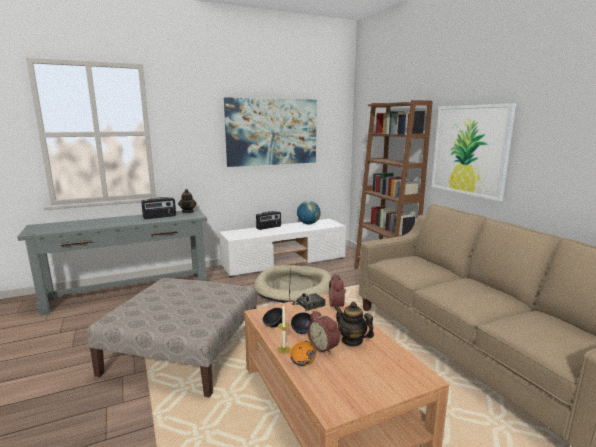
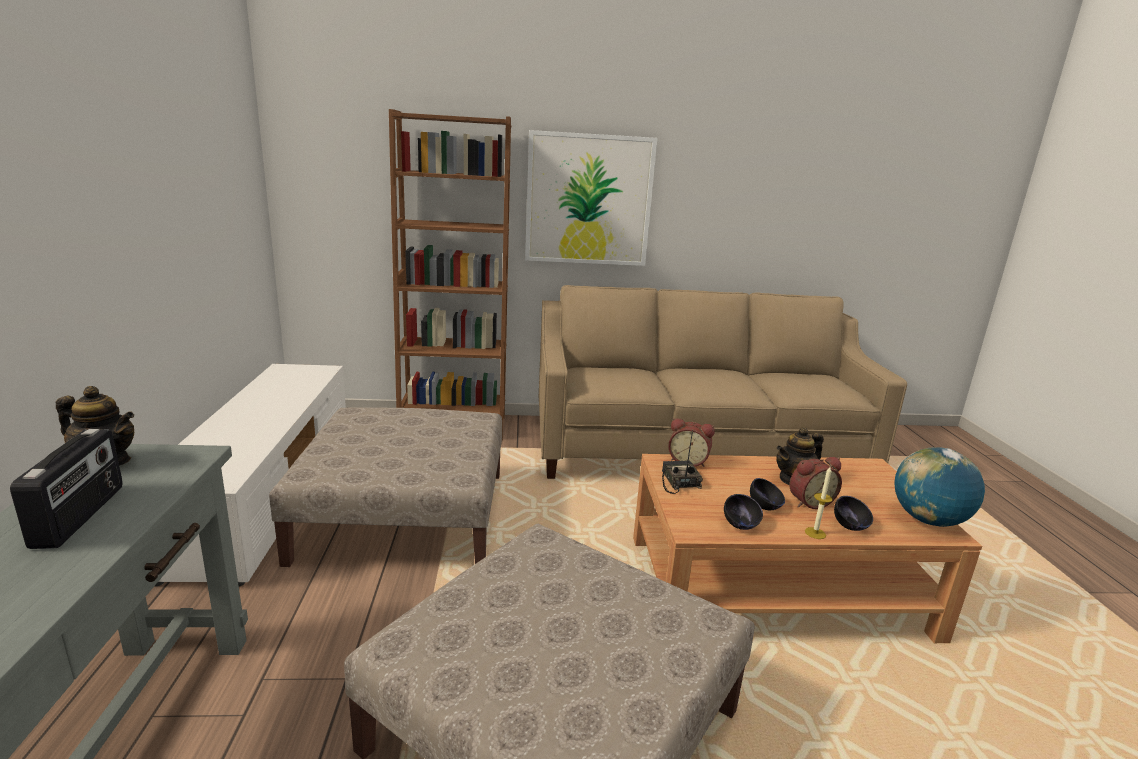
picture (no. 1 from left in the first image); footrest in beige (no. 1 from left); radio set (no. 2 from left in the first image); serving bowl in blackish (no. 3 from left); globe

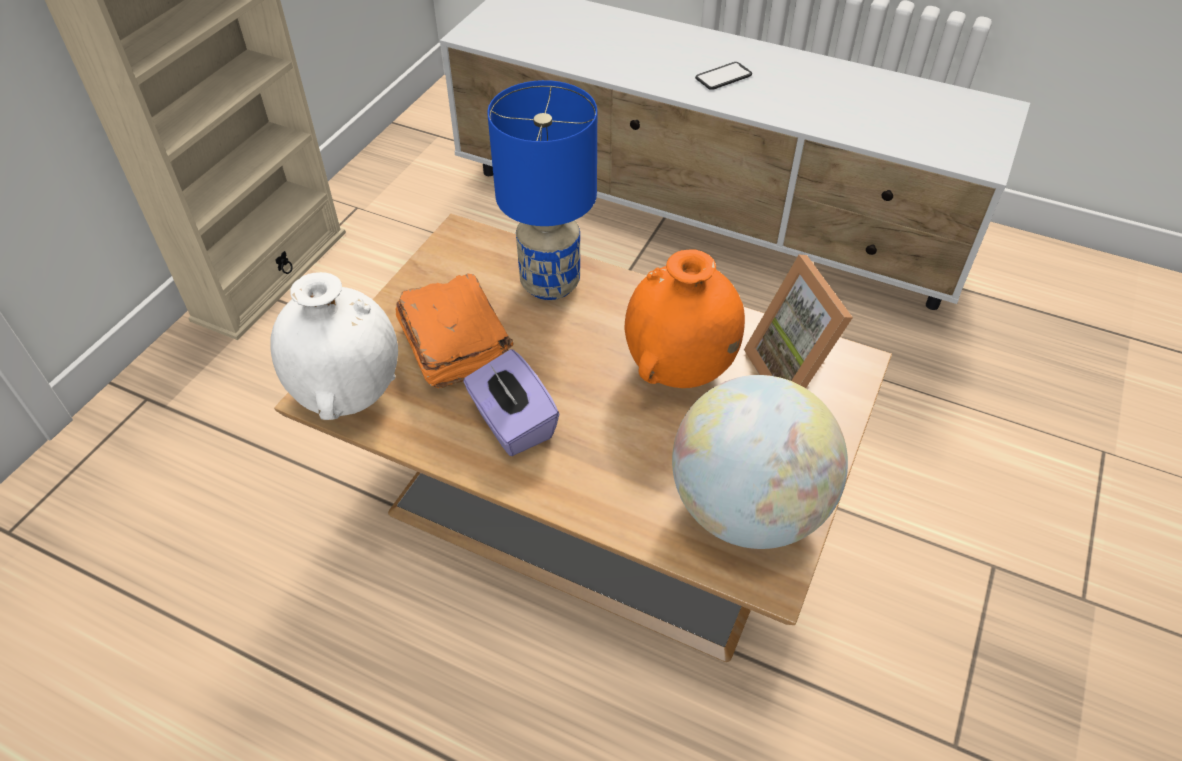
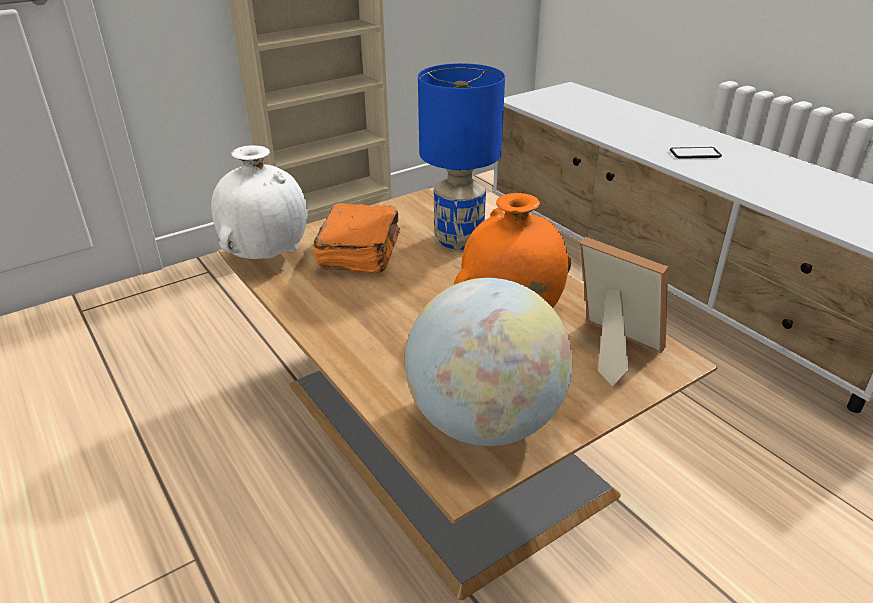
tissue box in purplish; standing frame

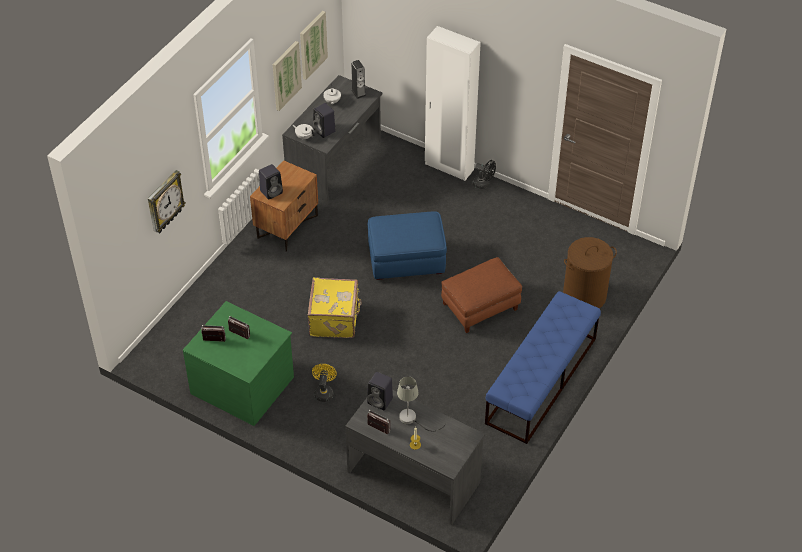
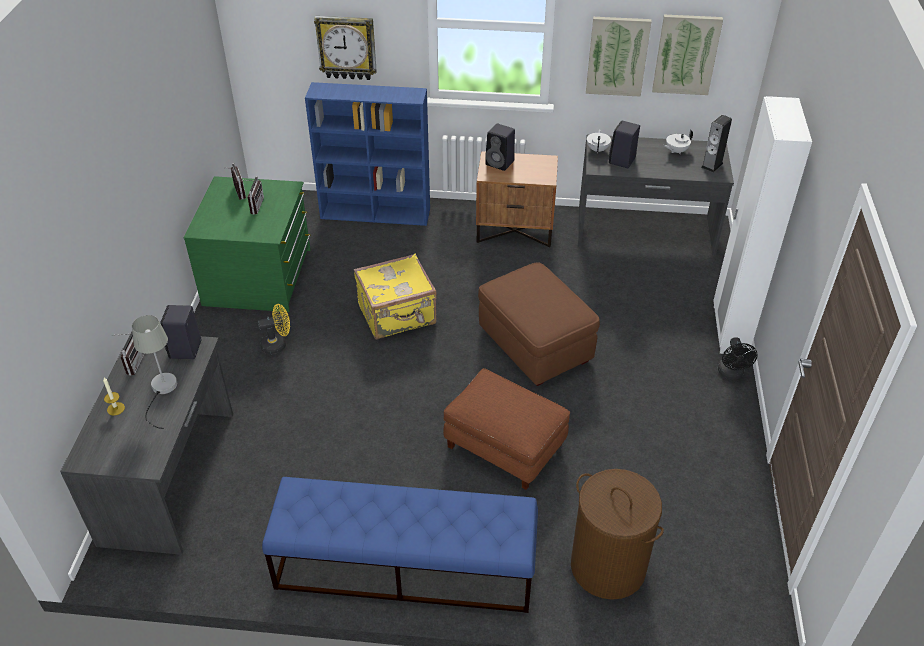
footrest in brownish (no. 2 from left); bookcase in blue-coloured

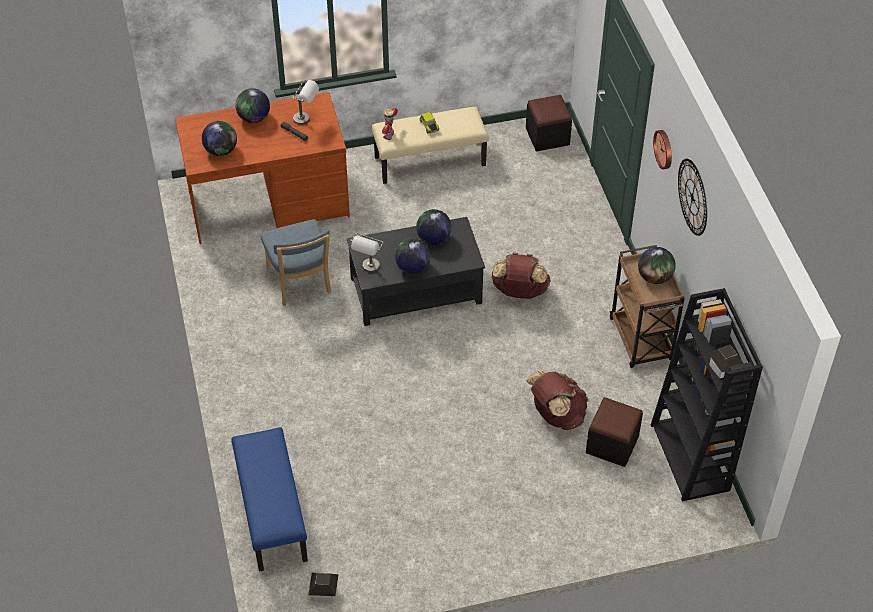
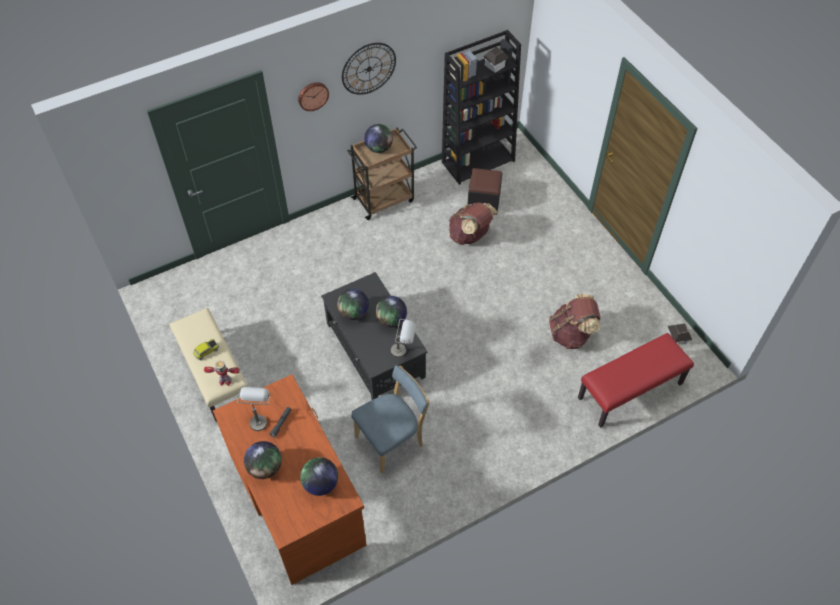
long seat in red; backpack in brownish (no. 2 from left); footrest in blackish (no. 1 from left in the first image)

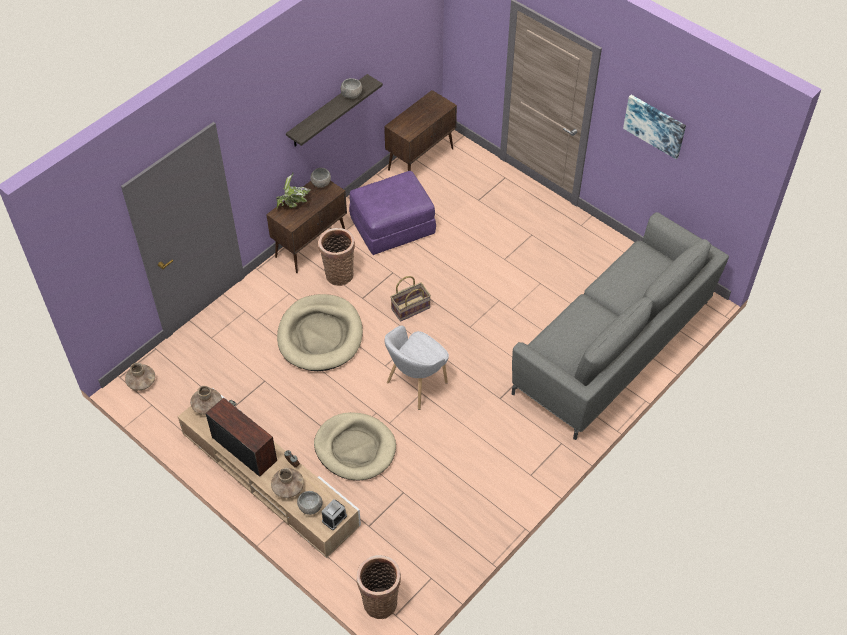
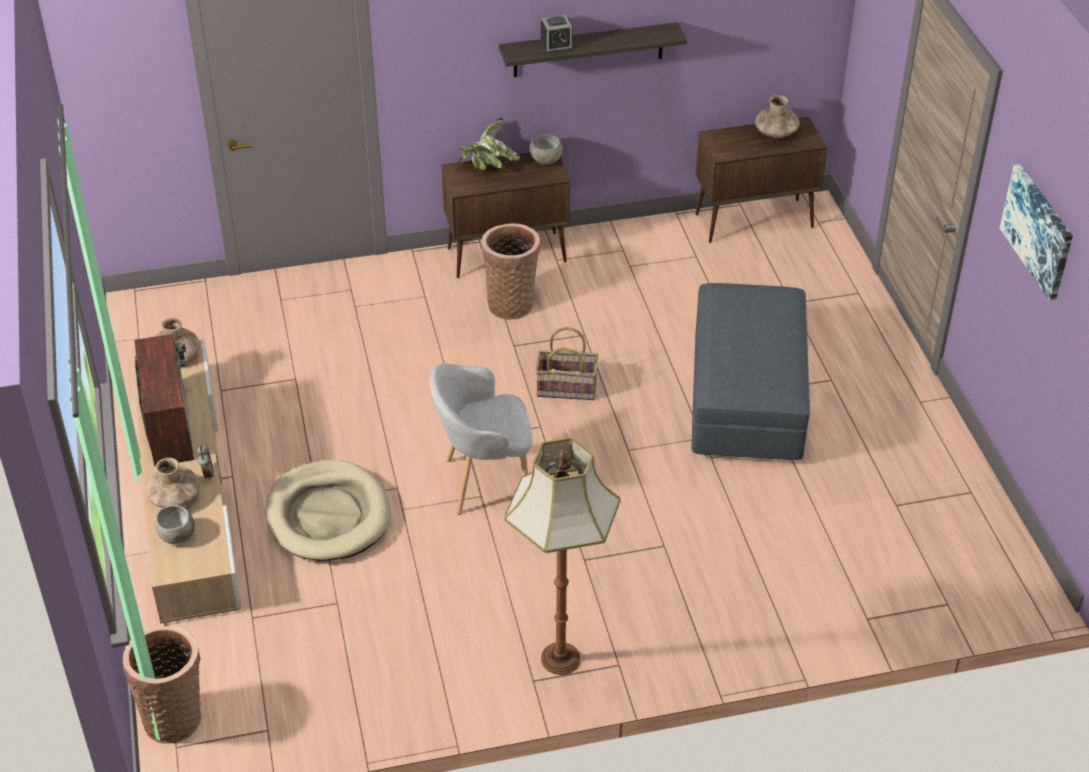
vase in brownish (no. 3 from left); pet bed in beige (no. 1 from left in the first image); bedside clock (no. 2 from left); serving bowl in greyish (no. 3 from left in the first image); footrest in purplish; settee in greyish; standard lamp; footrest in greyish

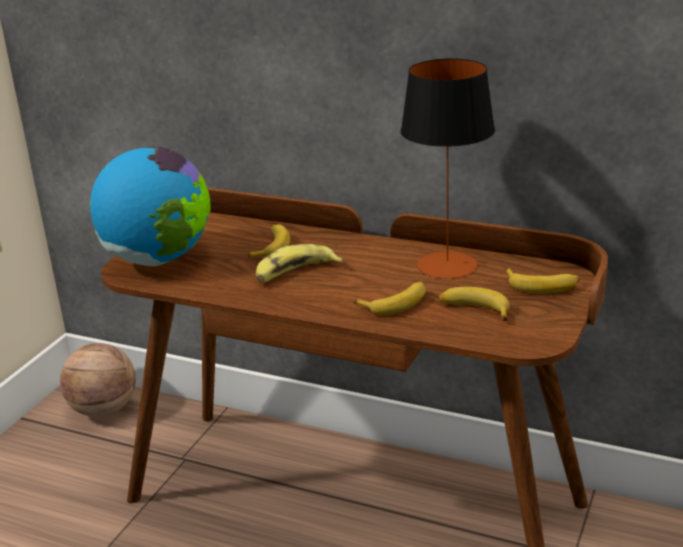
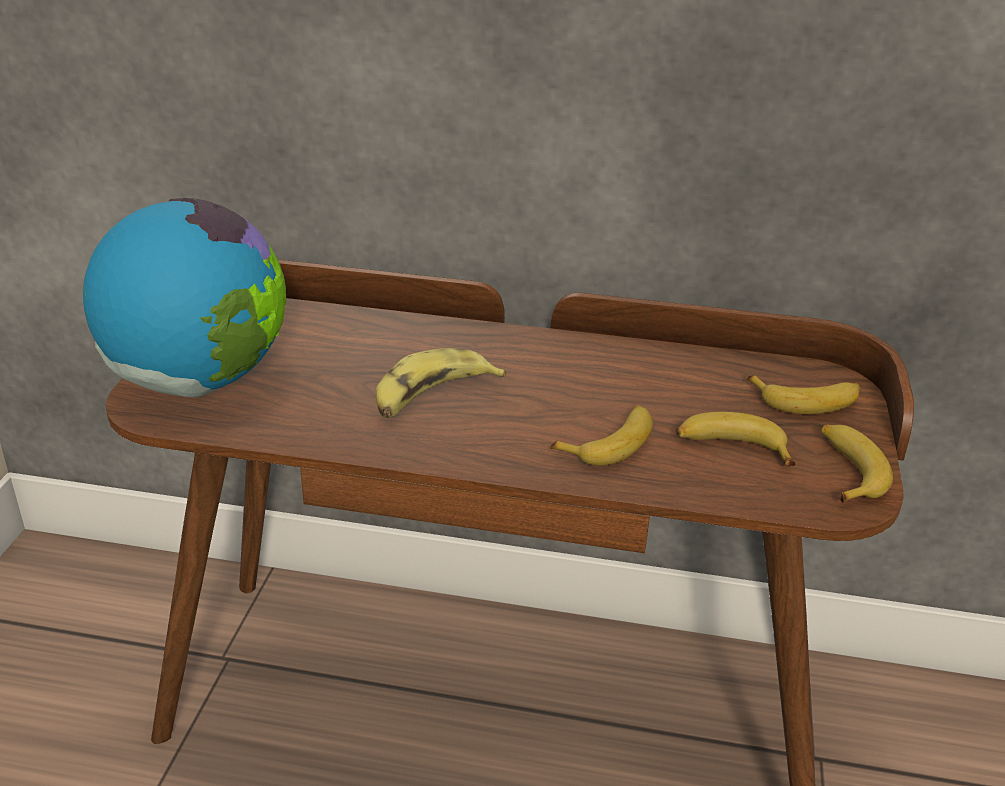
ball for basketball; banana fruit (no. 5 from left); table lamp

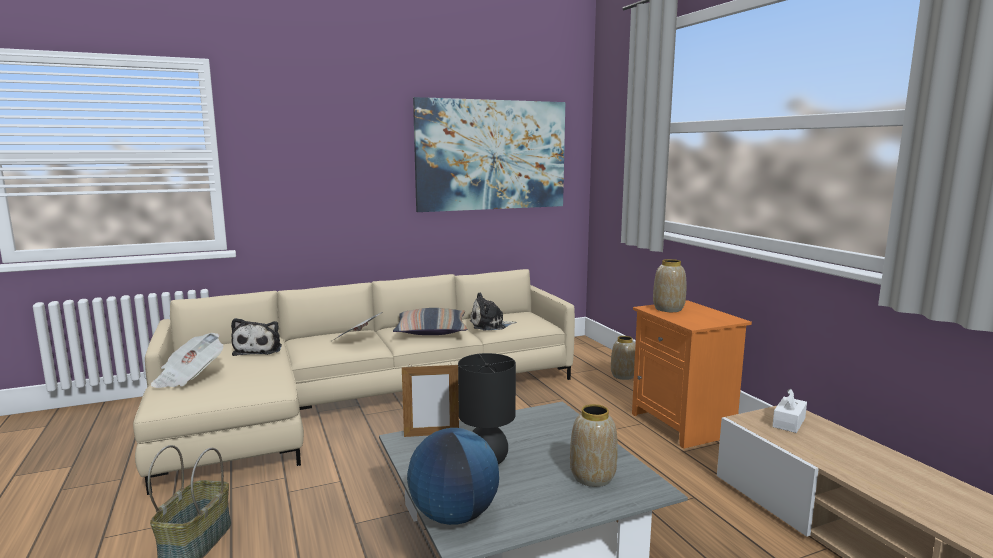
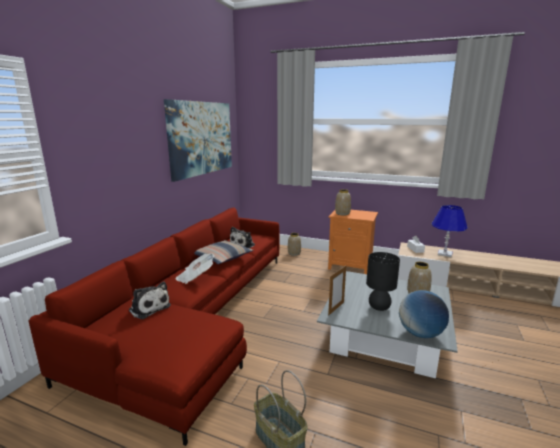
settee in red; daily paper (no. 1 from left in the first image); table lamp in blue-coloured

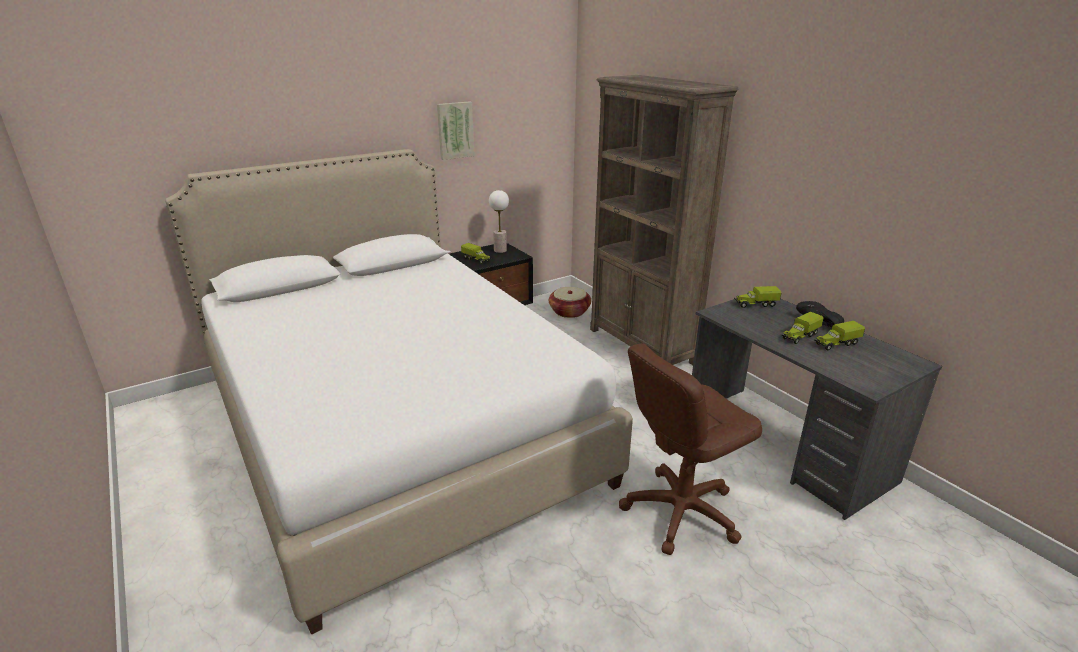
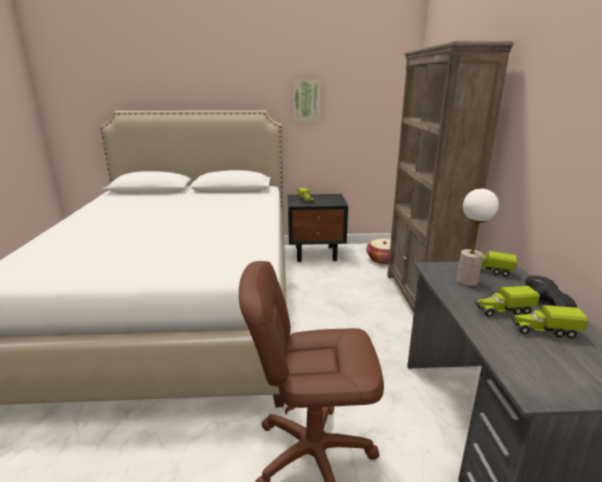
table lamp

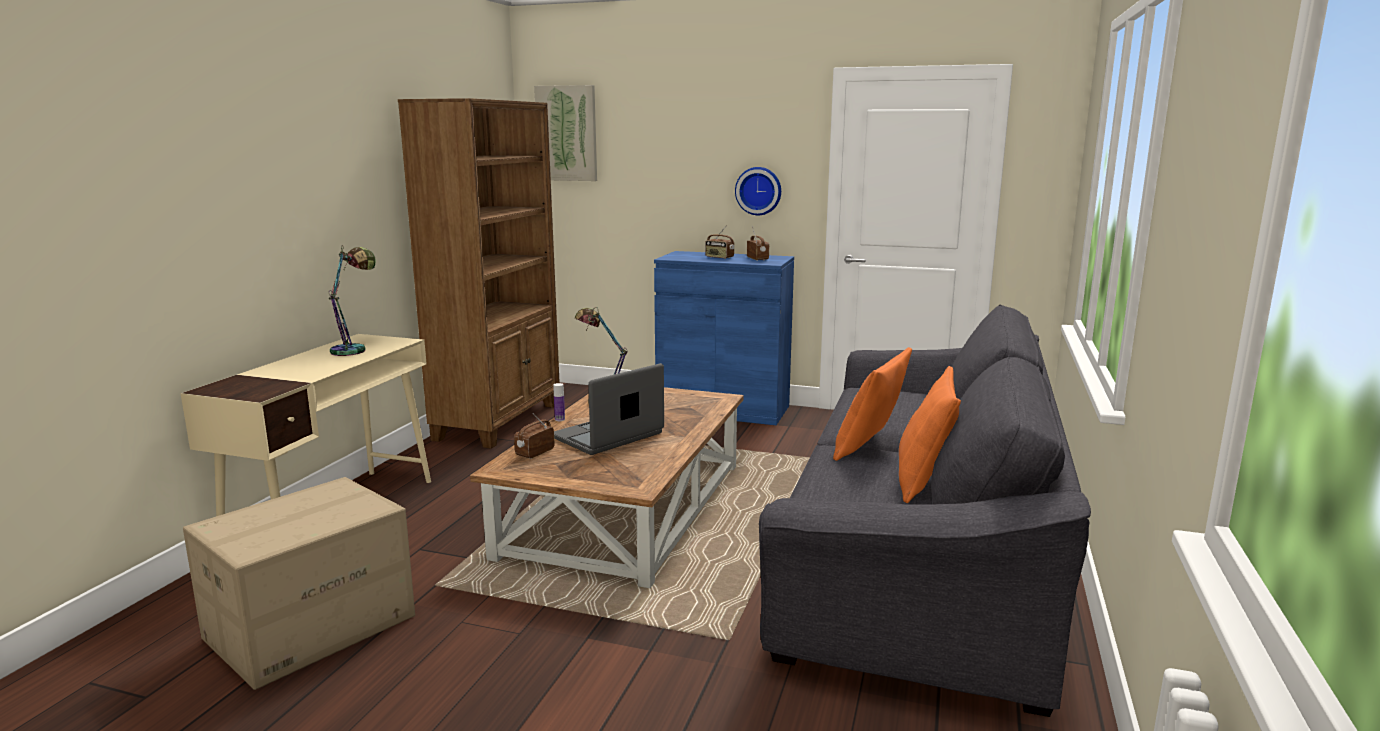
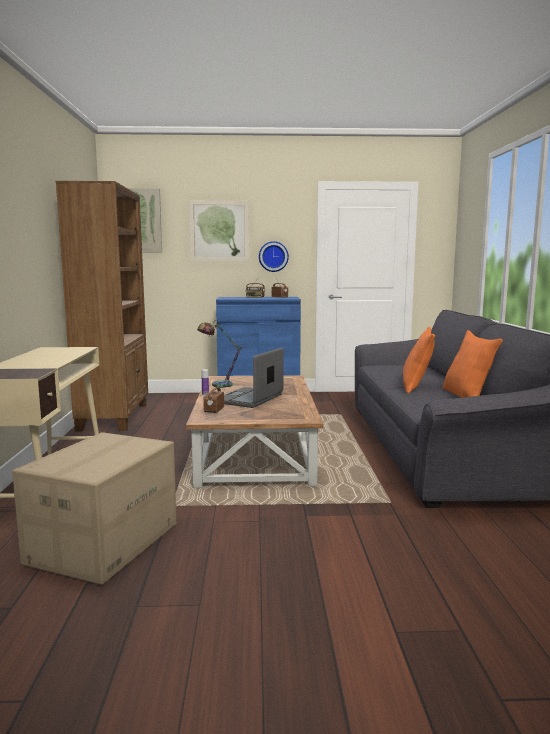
table lamp (no. 1 from left in the first image); picture (no. 2 from left)

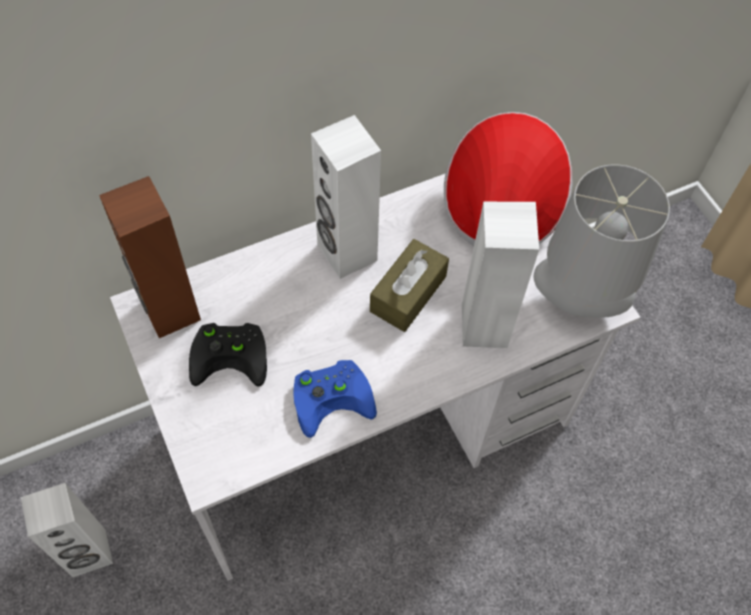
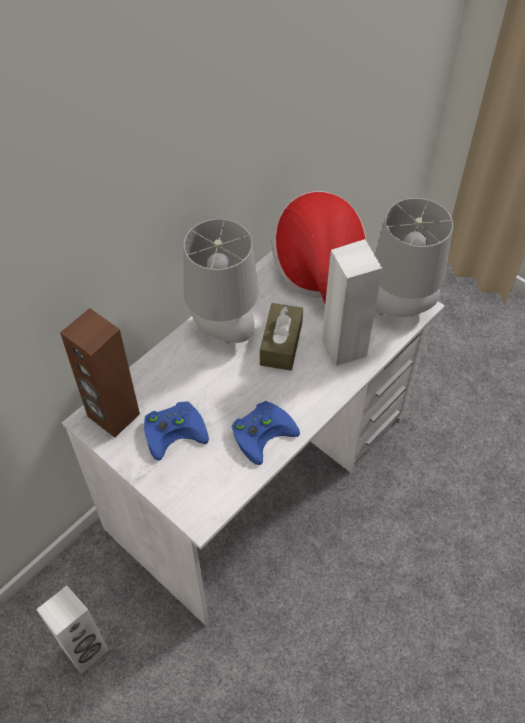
joypad in blue-coloured (no. 1 from left); table lamp in greyish (no. 1 from left)

